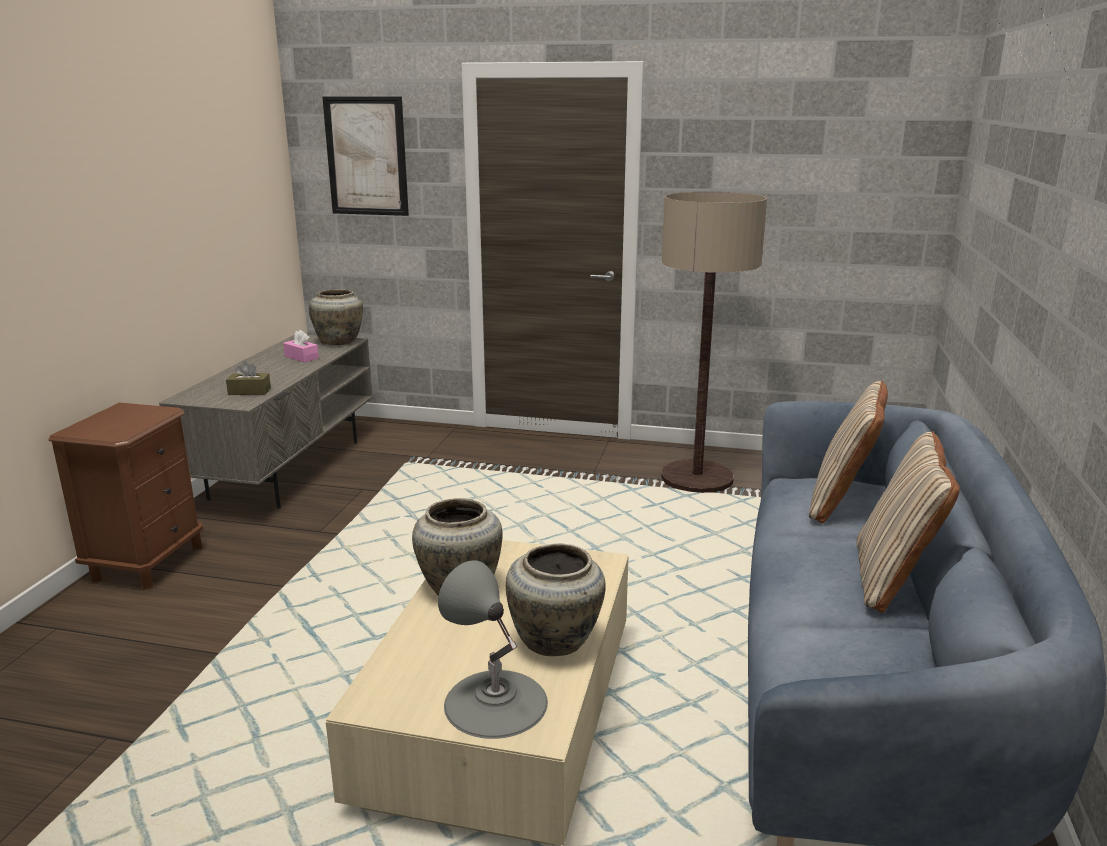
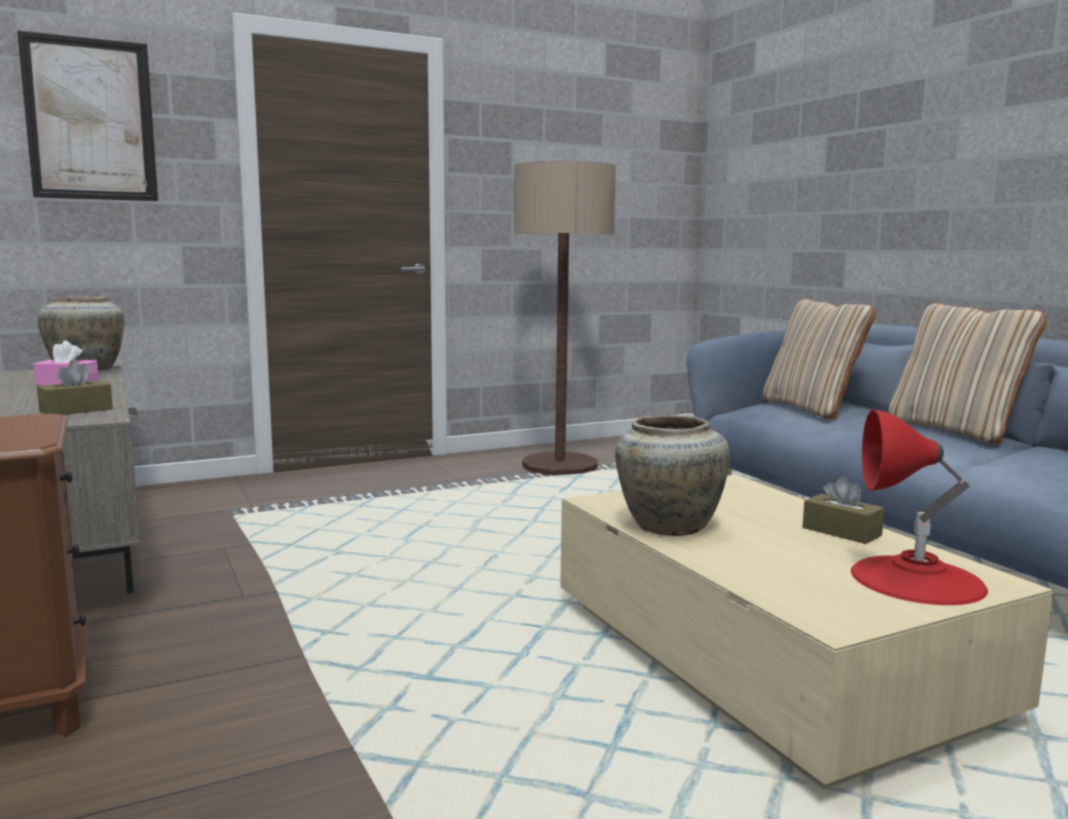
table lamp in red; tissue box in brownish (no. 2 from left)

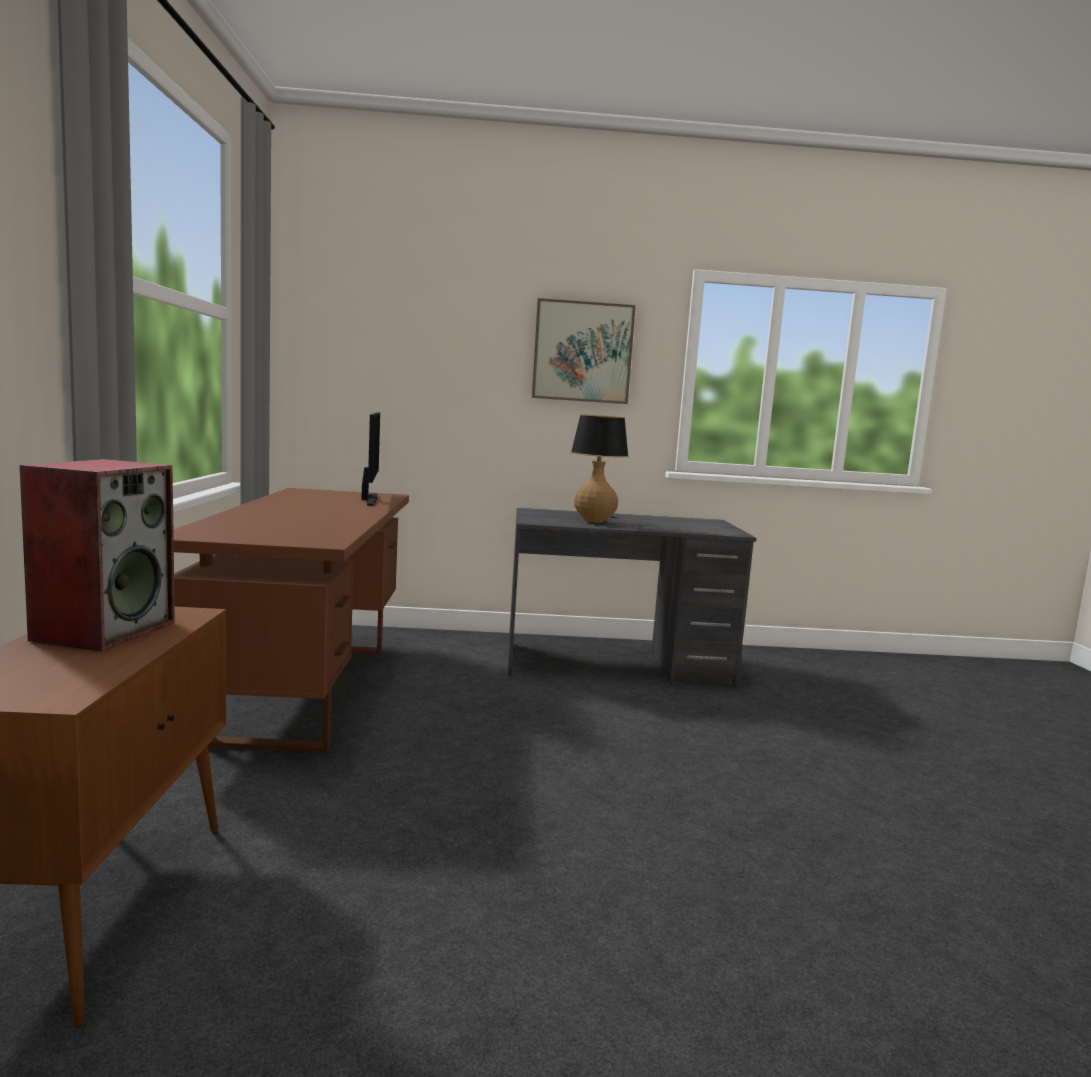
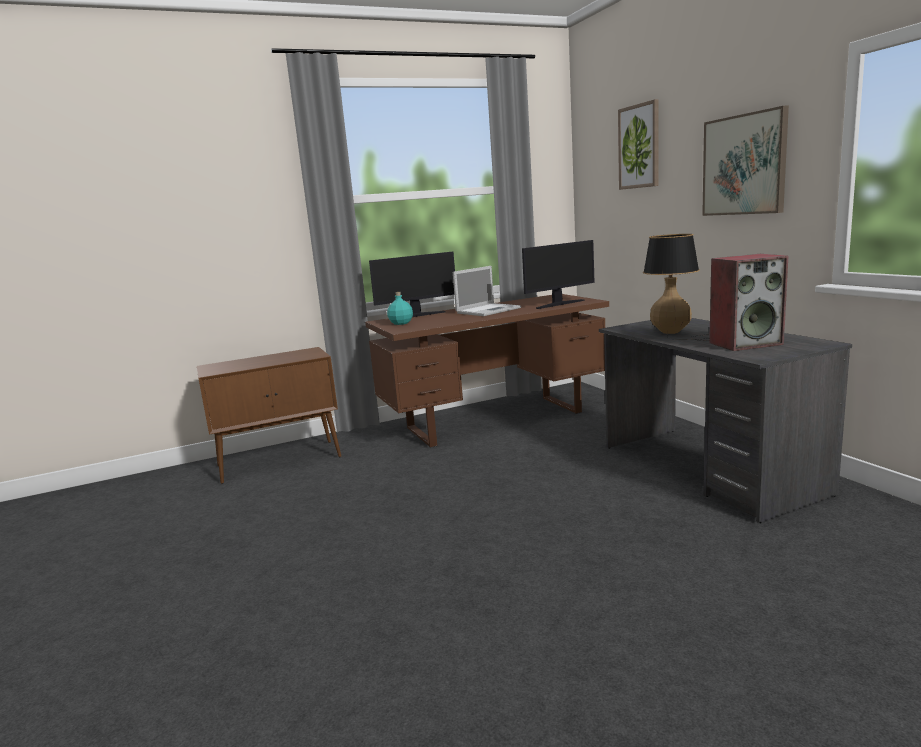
audio speaker; computer screen (no. 1 from left); drink bottle in turquoise; notebook computer; picture (no. 1 from left)

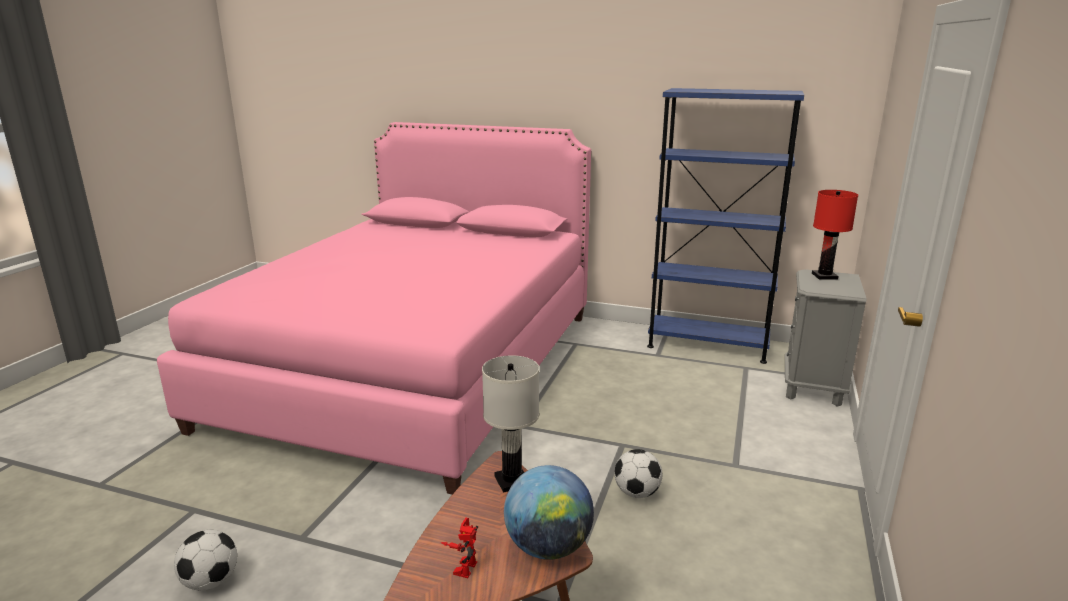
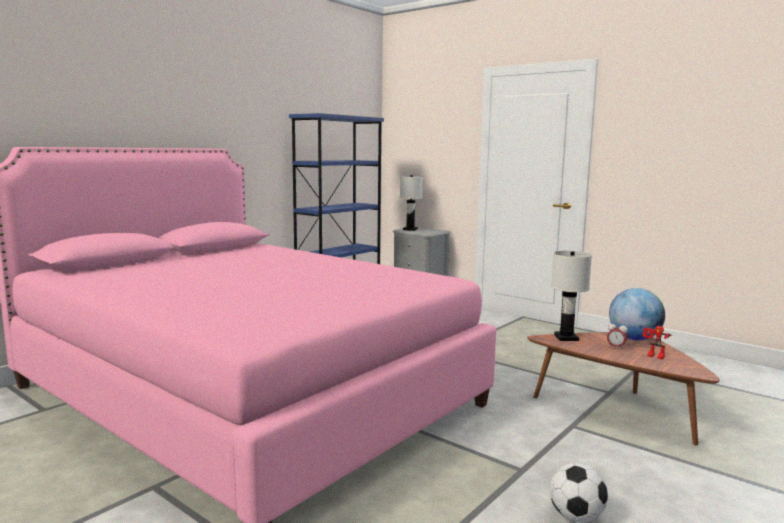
ball for football (no. 2 from left in the first image); table lamp in white-coloured (no. 1 from left); bedside clock

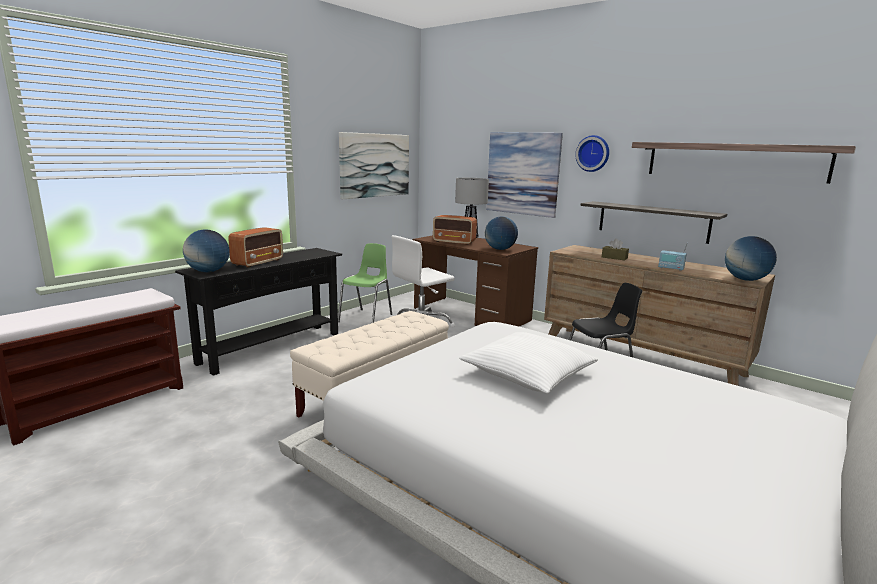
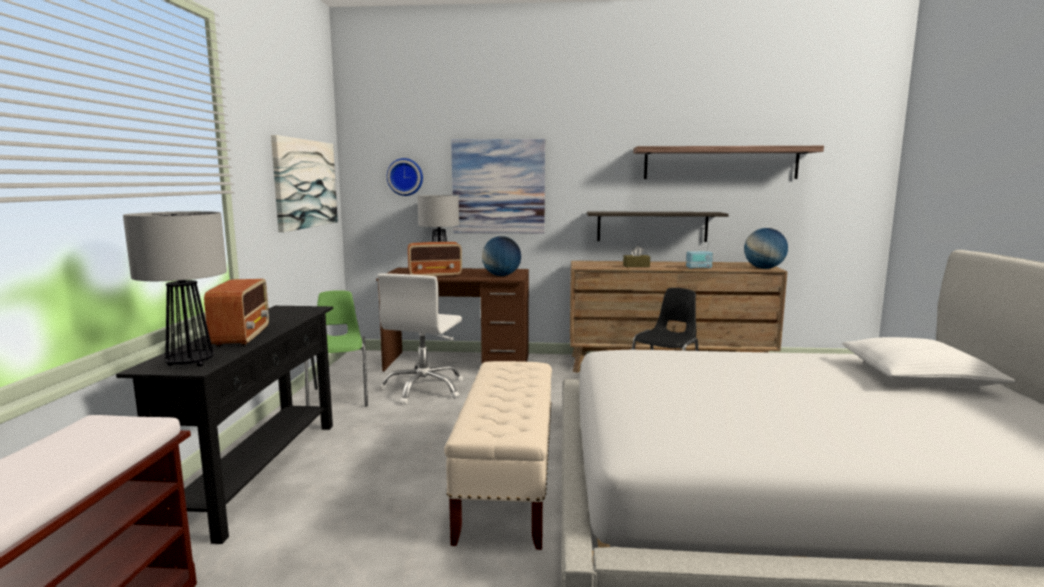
table lamp (no. 1 from left); cushion in white-coloured; hanging clock

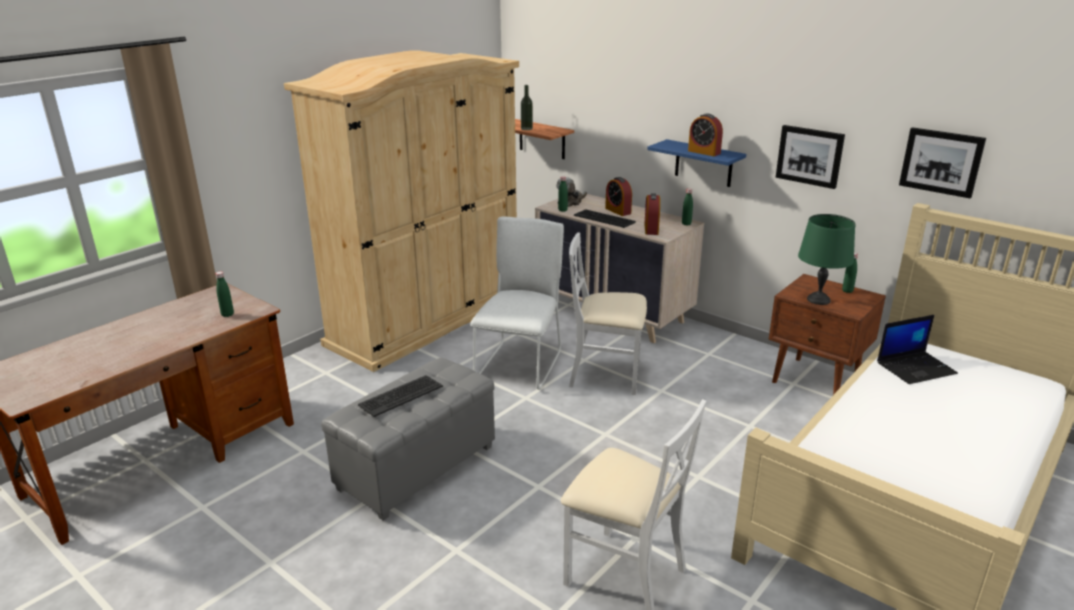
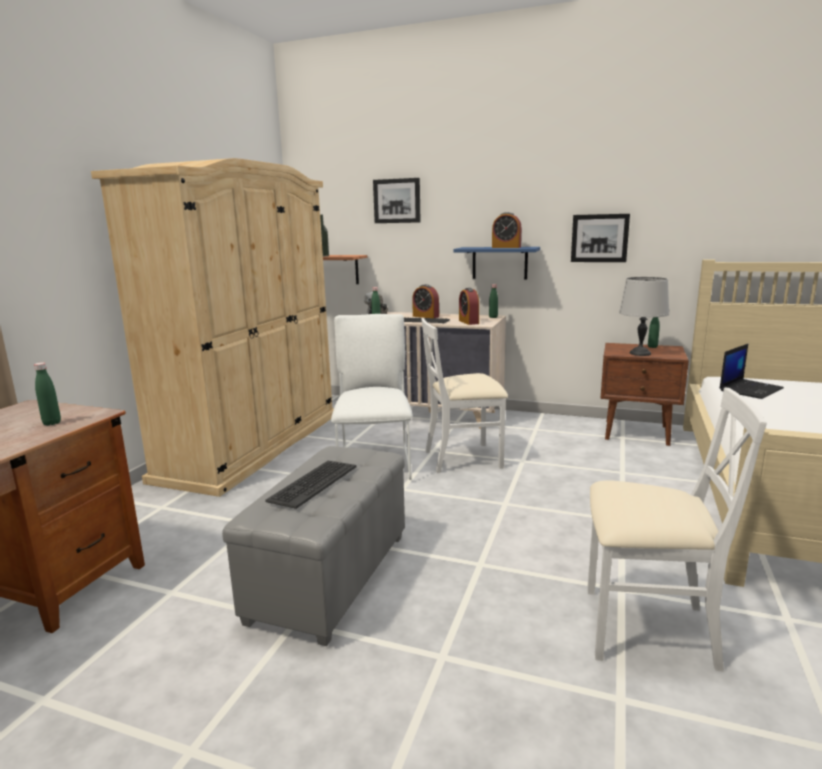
table lamp in greyish; picture (no. 1 from left)

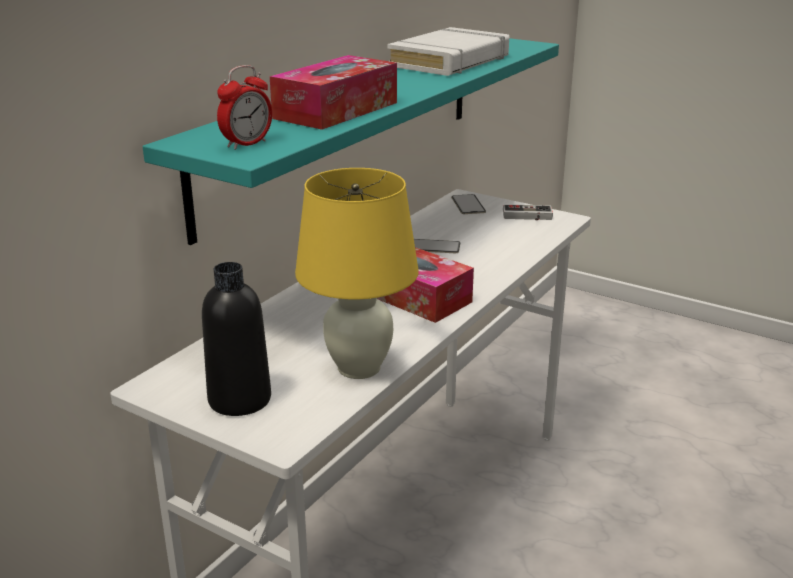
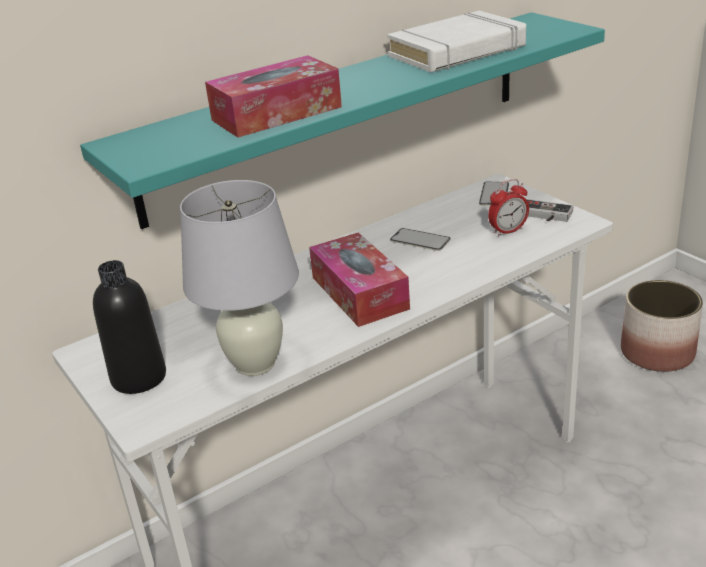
bedside clock; table lamp in white-coloured; planter

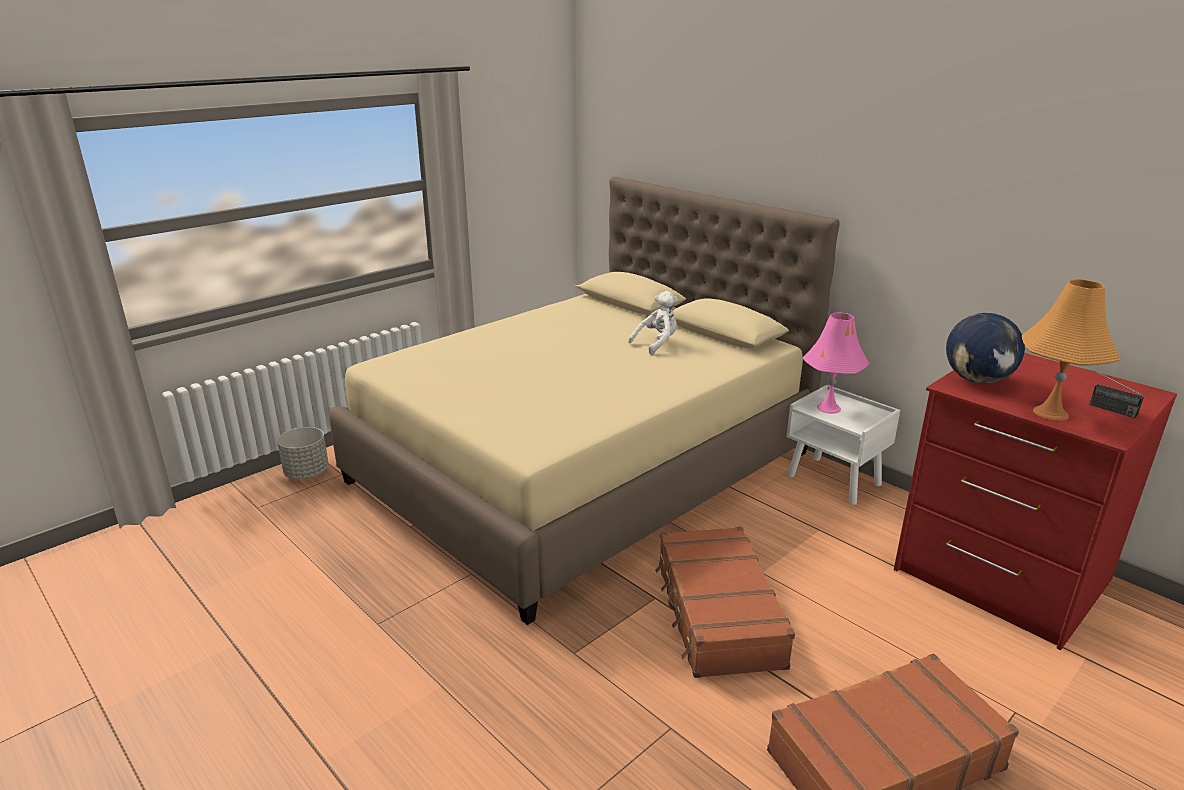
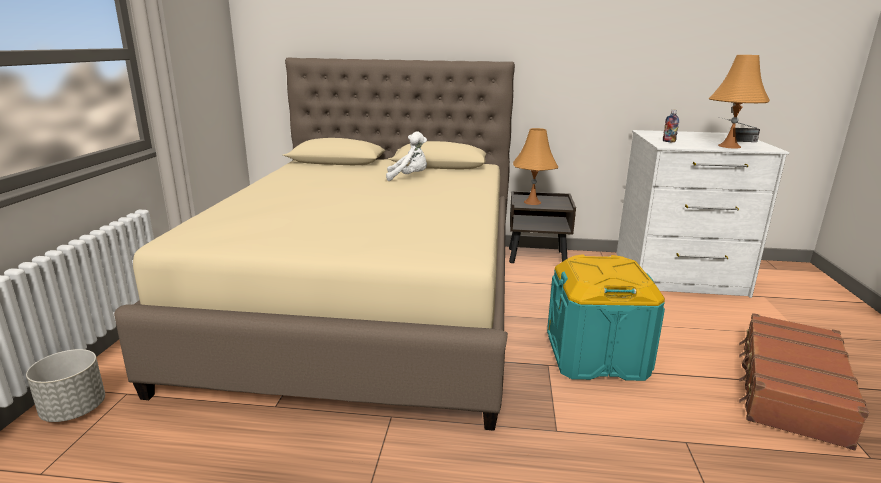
soft toy in white-coloured; storage box in turquoise; nightstand in brownish; table lamp in orange (no. 1 from left); dresser in white-coloured; drink bottle

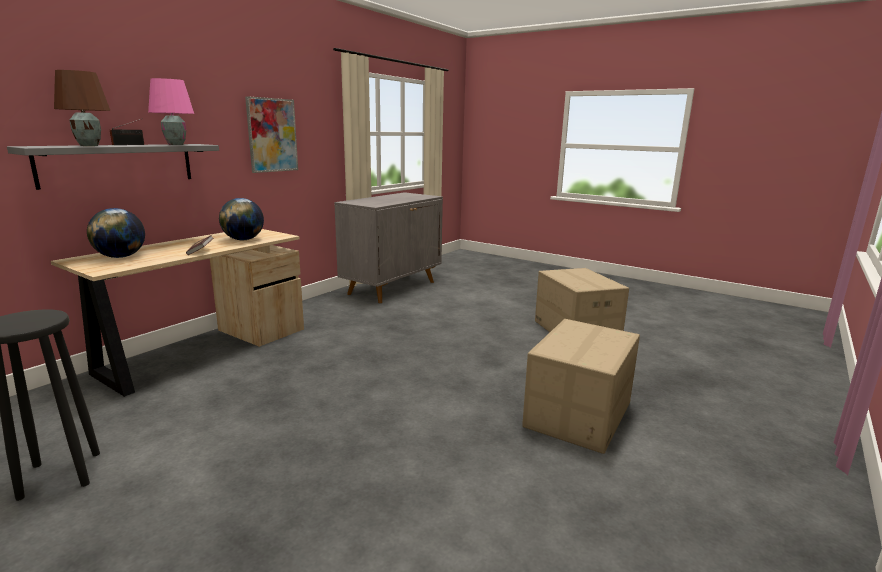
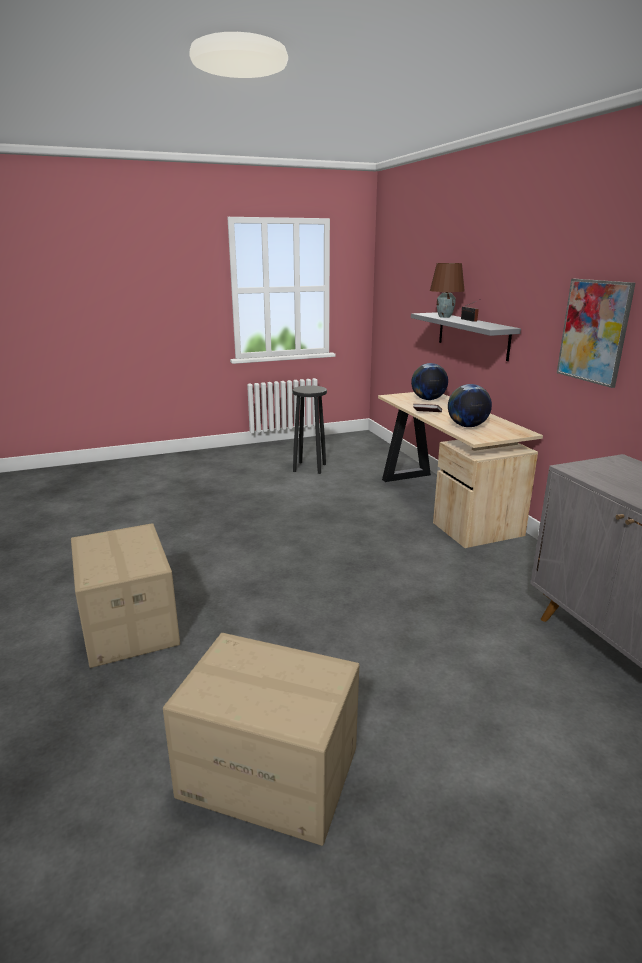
table lamp in pink-coloured

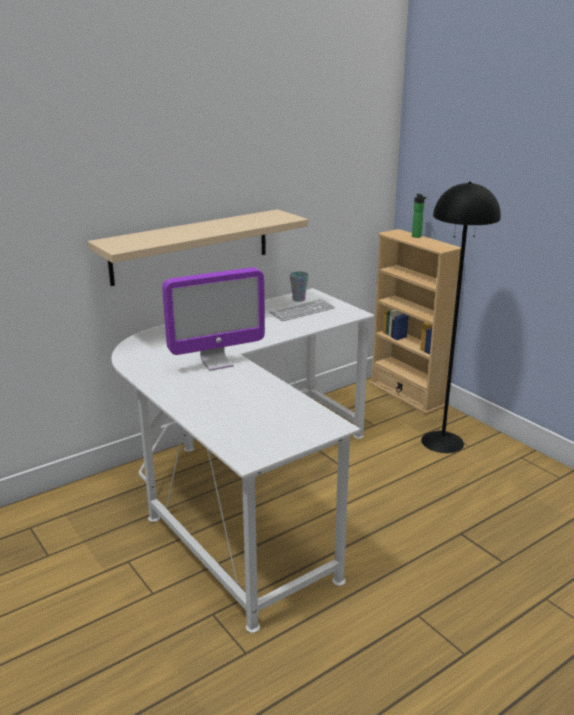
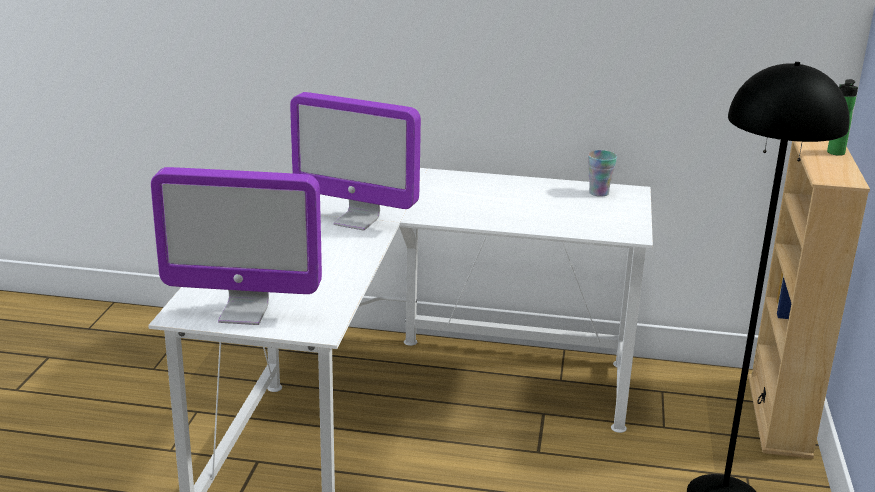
wall shelf in beige; PC keyboard; computer screen (no. 1 from left)

